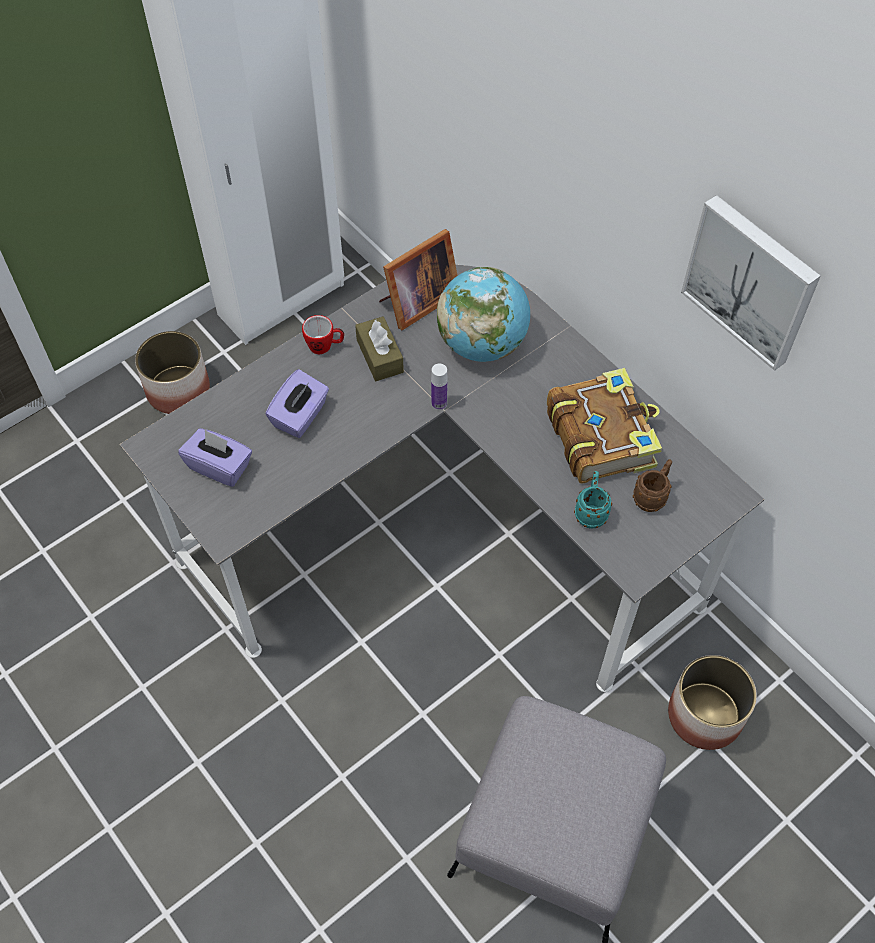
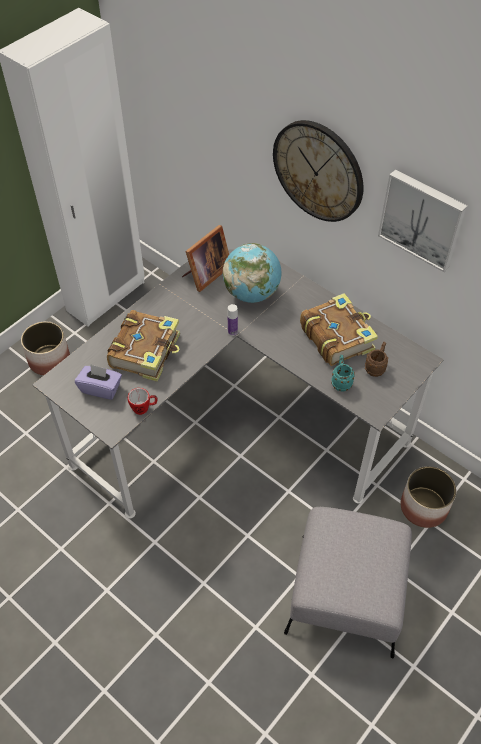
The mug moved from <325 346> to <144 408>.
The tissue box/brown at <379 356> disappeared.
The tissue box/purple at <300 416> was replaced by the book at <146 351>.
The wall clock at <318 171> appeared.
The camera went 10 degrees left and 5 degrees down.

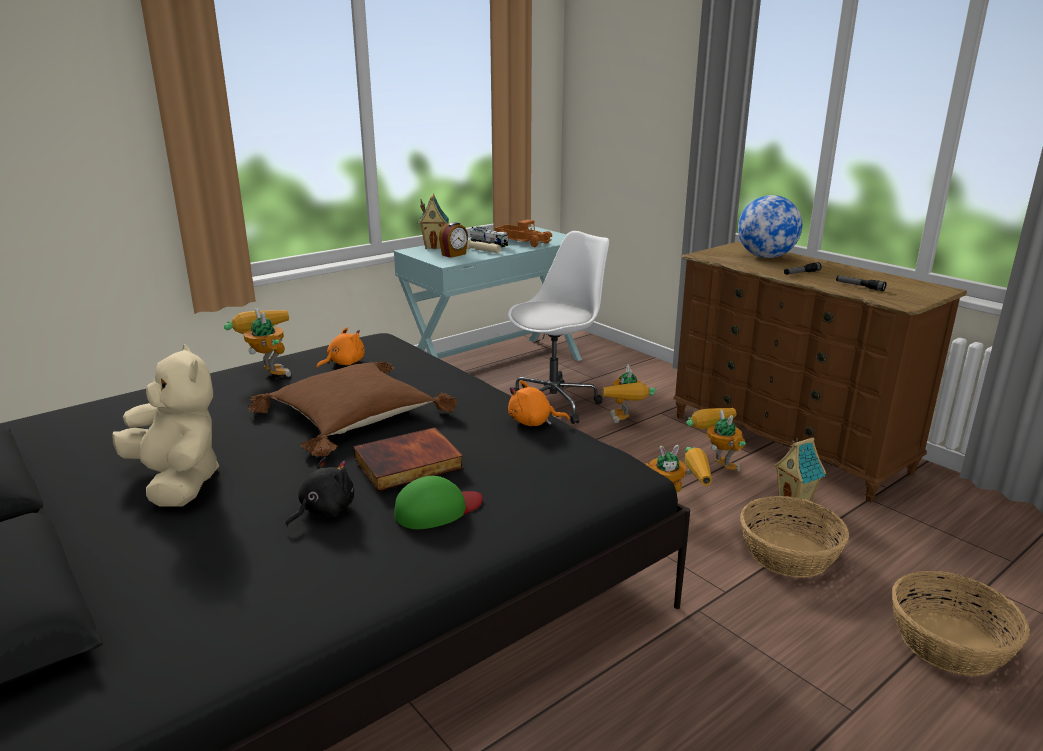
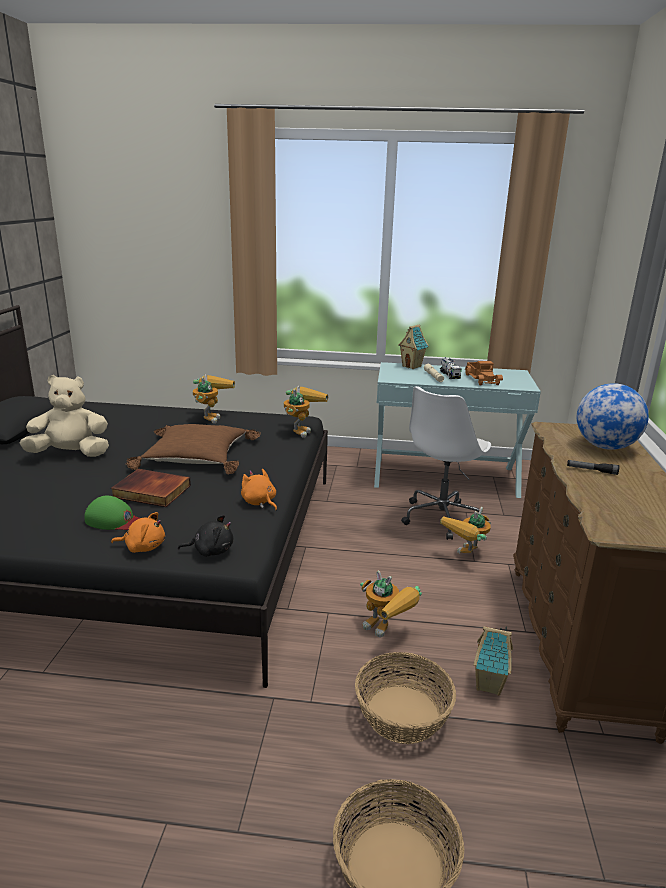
The alarm clock at <454 254> disappeared.
The office chair/white at <555 403> turned 120 degrees clockwise.
The flashlight at <859 286> disappeared.
The plush toy/orange moved from <344 363> to <143 547>.
The plush toy/beige at <178 482> turned 105 degrees counterclockwise.
The toy robot moved from <715 464> to <301 430>.
The plush toy/black moved from <324 511> to <211 550>.
The camera went 45 degrees right and 0 degrees up.

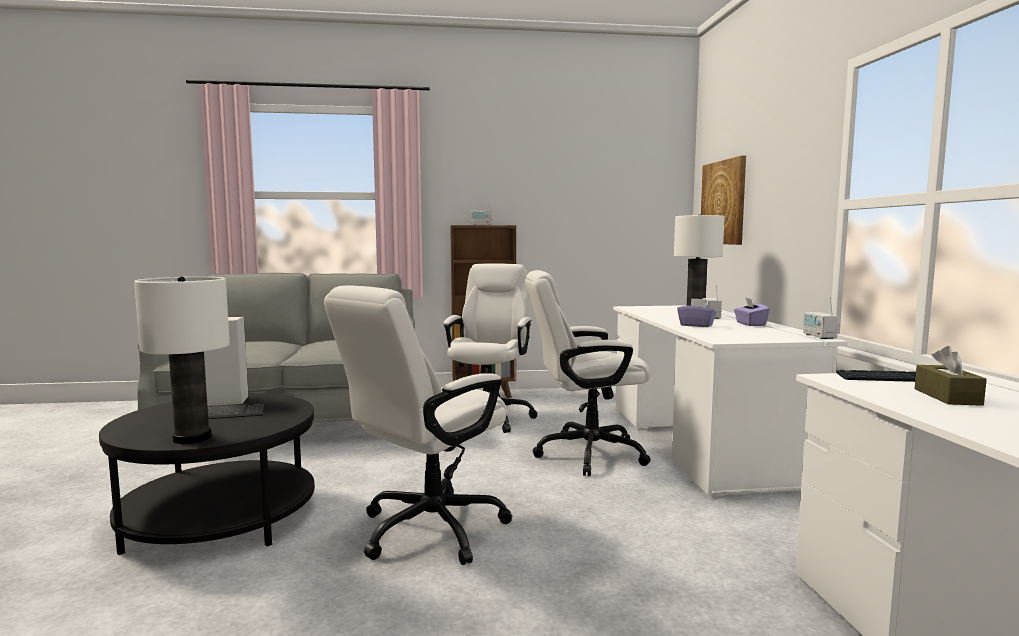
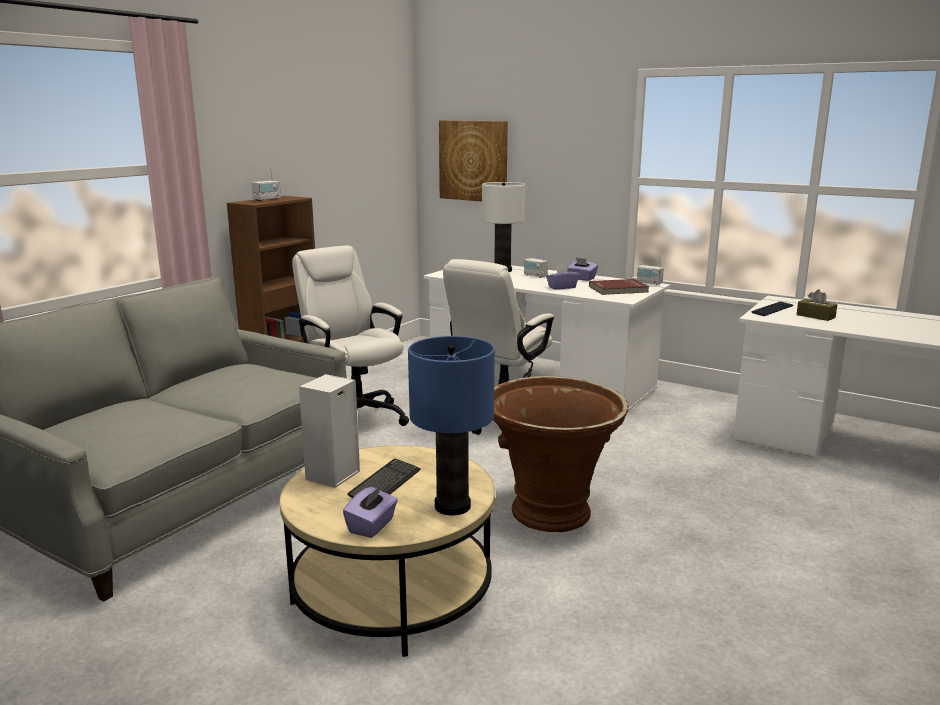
The table lamp/white at <192 438> became the table lamp/blue at <453 506>.
The office chair/white at <426 533> was replaced by the planter/brown at <552 513>.
The coffee table/black at <220 517> became the coffee table/beige at <392 590>.
The book/red at <618 289> appeared.
The tissue box/purple at <372 526> appeared.
The camera went 50 degrees left and 10 degrees up.

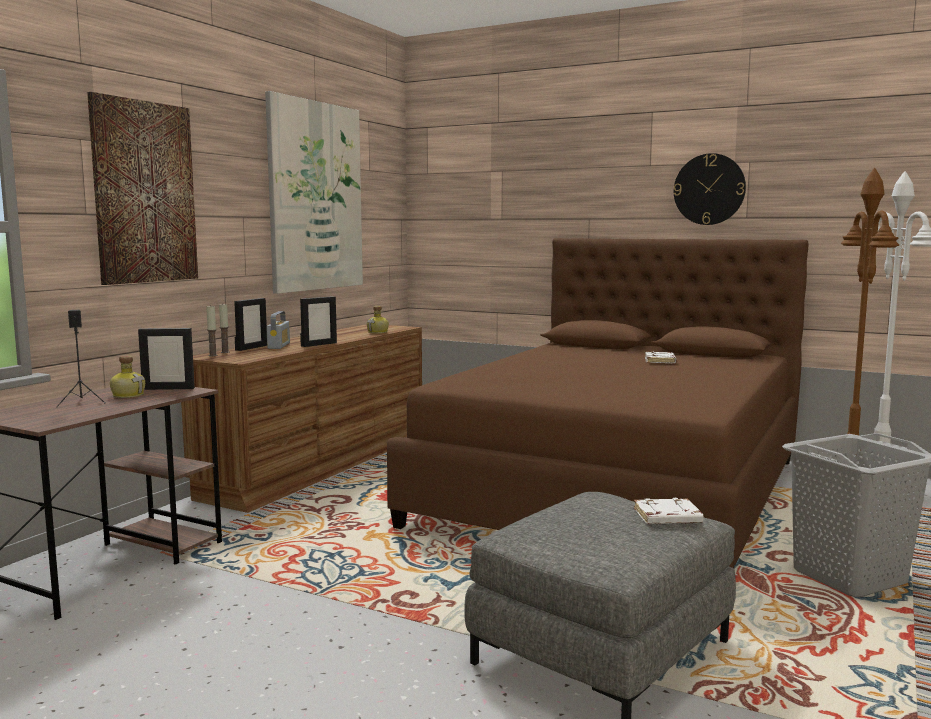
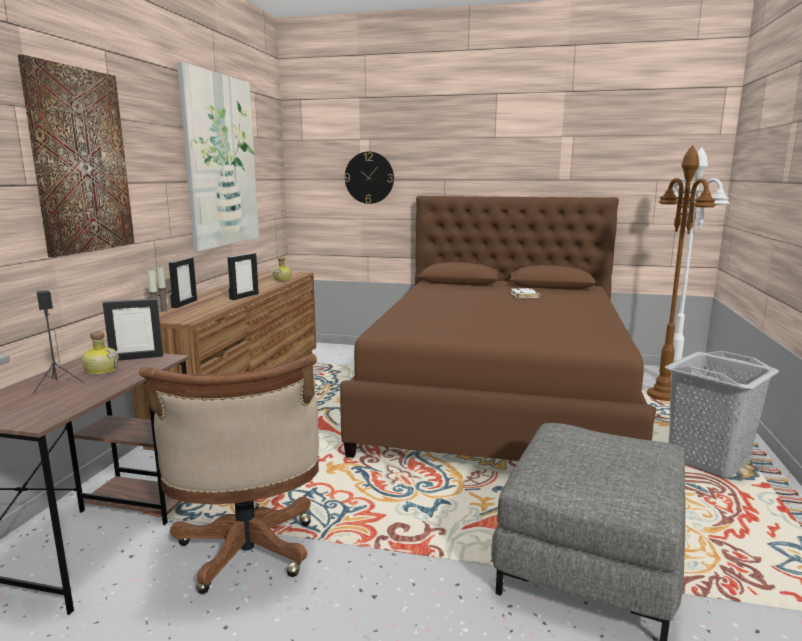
The wall clock moved from <709 189> to <369 177>.
The radio at <279 346> disappeared.
The book/white at <667 517> disappeared.
The office chair at <248 553> appeared.
The camera went 15 degrees left and 5 degrees up.

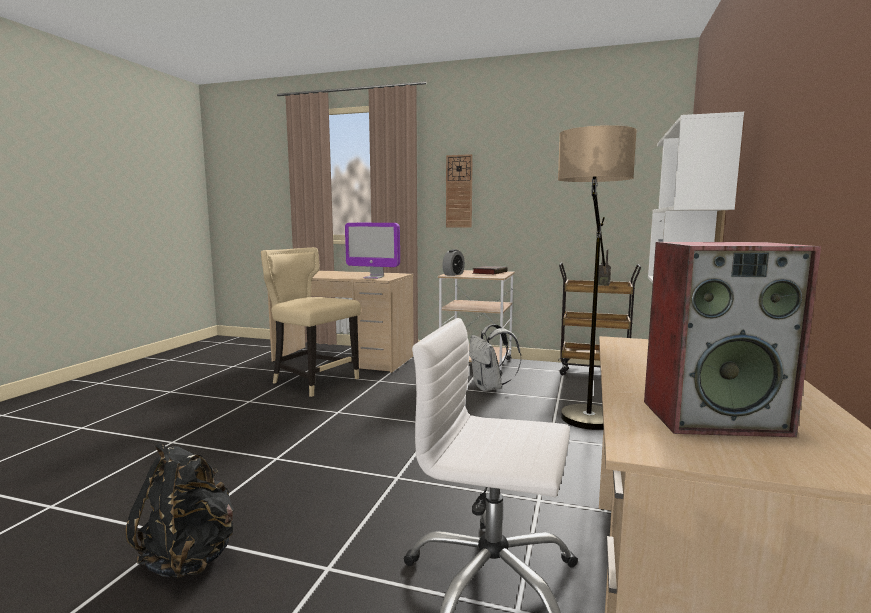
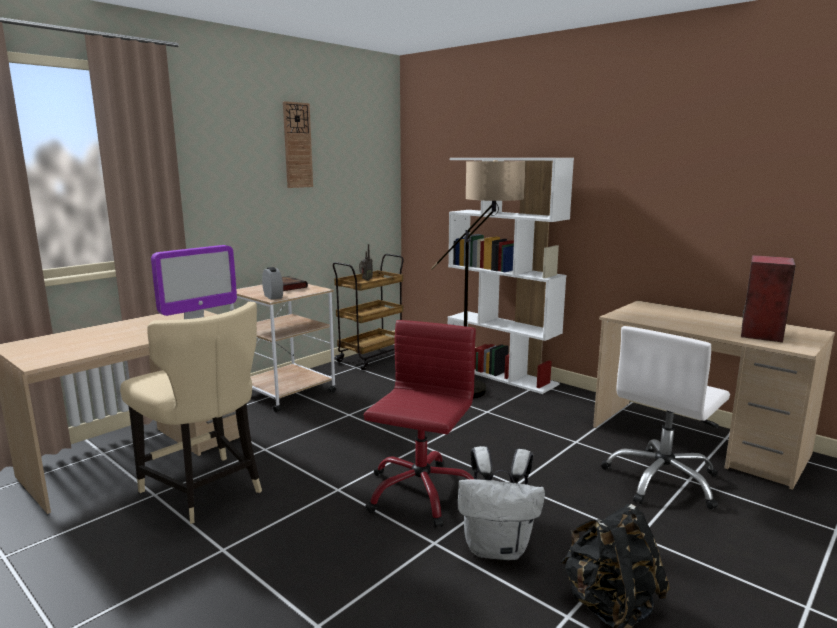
The wall clock moved from <459 191> to <297 145>.
The chair/beige at <313 381> turned 105 degrees counterclockwise.
The backpack/white moved from <490 388> to <498 548>.
The office chair/red at <420 492> appeared.
The camera went 65 degrees left and 5 degrees up.

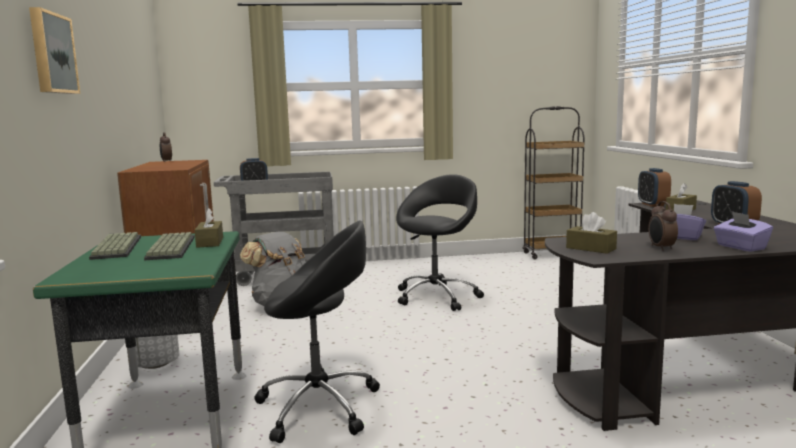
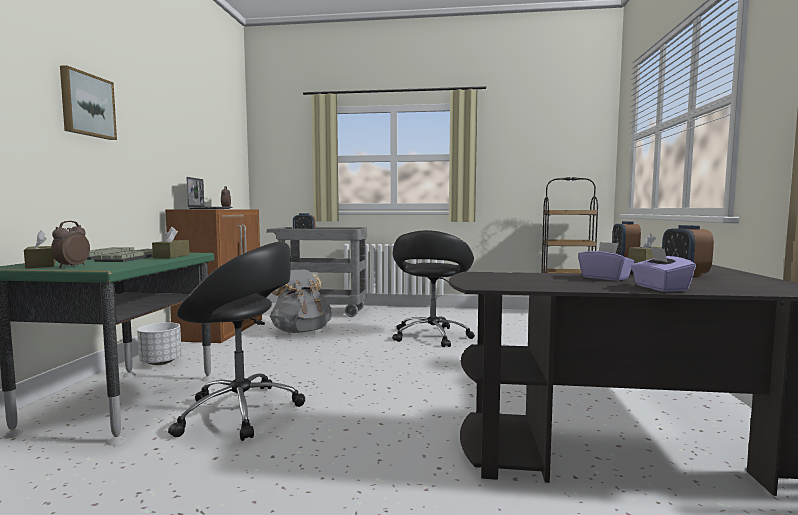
The office chair/black at <438 296> turned 135 degrees clockwise.
The alarm clock moved from <661 248> to <71 267>.
The tissue box/brown moved from <591 248> to <41 265>.
The laptop at <210 209> appeared.
The camera went 15 degrees right and 5 degrees down.

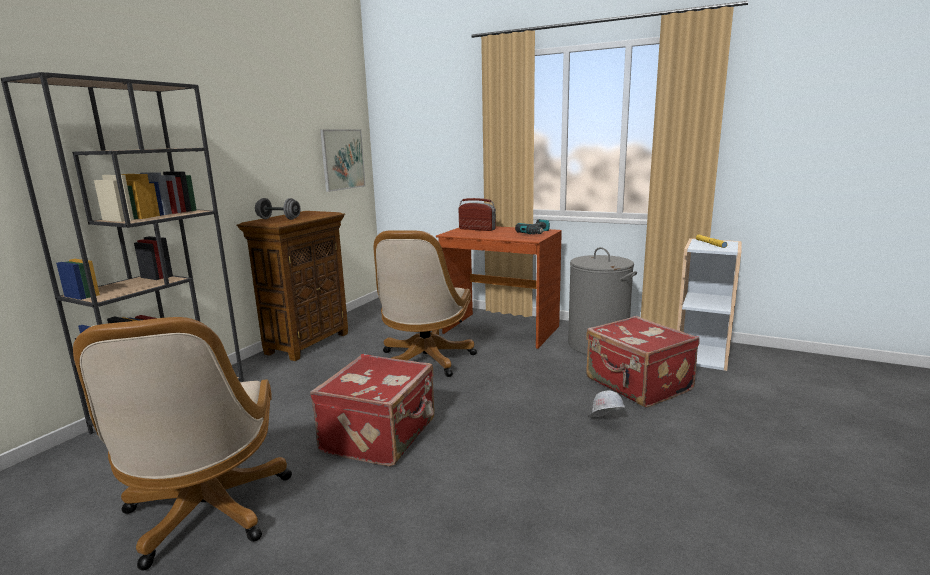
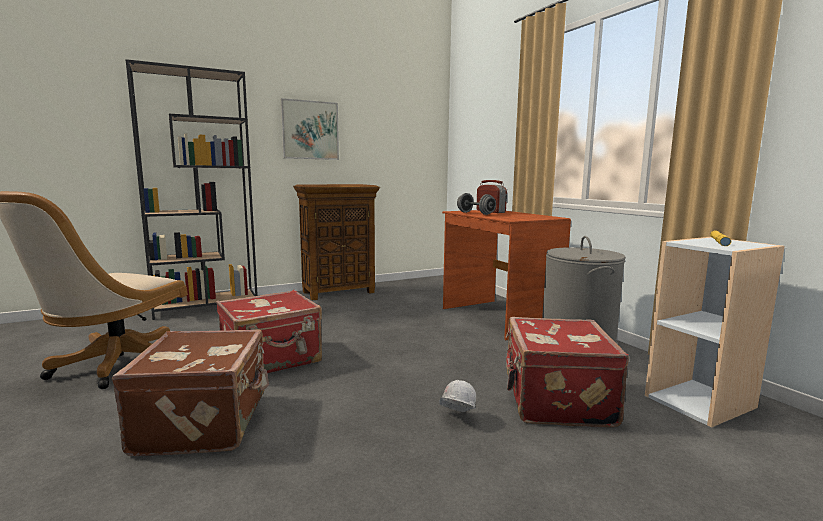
The picture moved from <342 159> to <310 130>.
The dumbbell/grey moved from <279 219> to <475 213>.
The power drill at <536 233> disappeared.
The office chair at <425 362> disappeared.
The suitcase/brown at <206 422> appeared.
The camera went 35 degrees right and 5 degrees down.

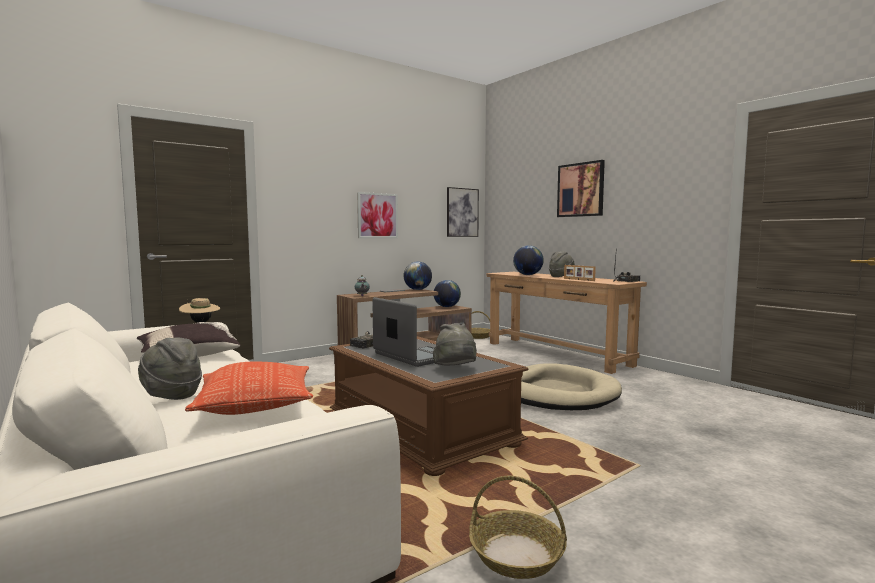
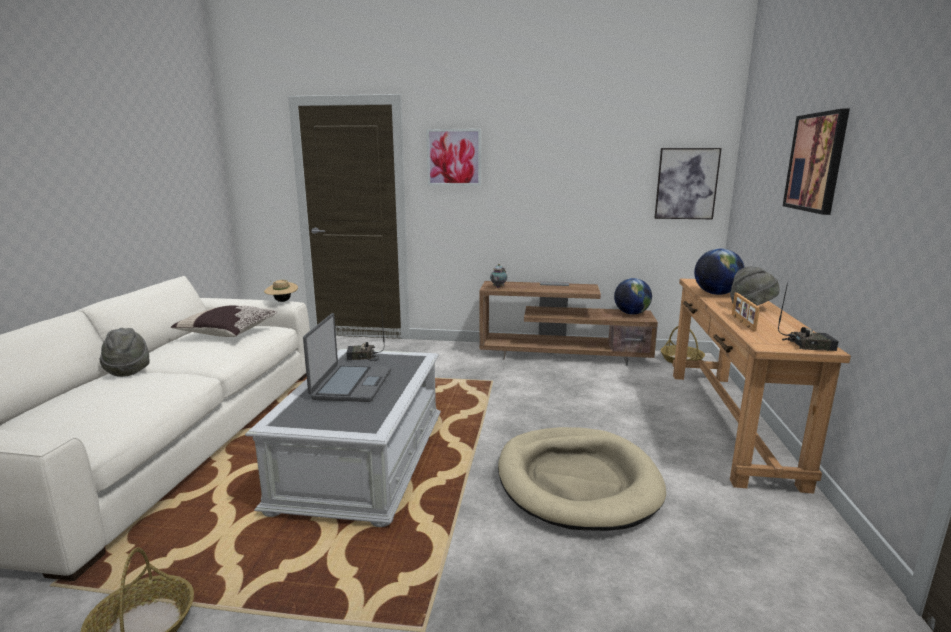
The picture moved from <377 215> to <454 157>.
The globe at <417 289> disappeared.
The hat/grey at <455 369> disappeared.
The coffee table/brown at <419 428> became the coffee table/white at <363 459>.
The pillow/orange at <255 405> disappeared.
The camera went 45 degrees right and 10 degrees up.

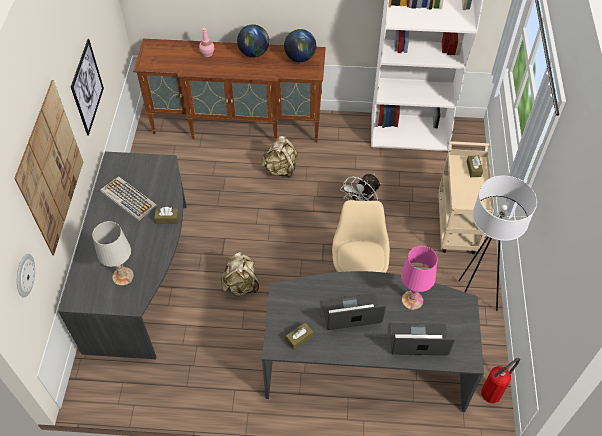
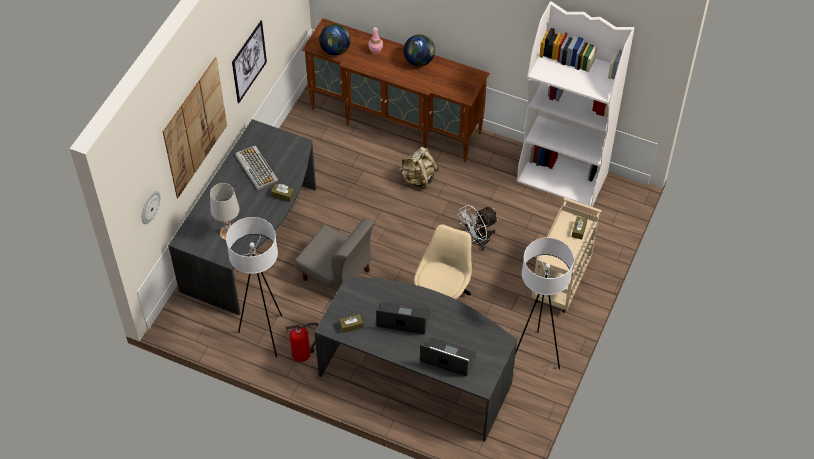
The globe moved from <300 57> to <335 50>.
The table lamp/pink at <412 300> disappeared.
The backpack/beige at <241 285> was replaced by the chair/grey at <336 275>.
The fire extinguisher moved from <492 392> to <303 353>.
The floor lamp/white at <265 335> appeared.
The camera went 20 degrees right and 0 degrees up.

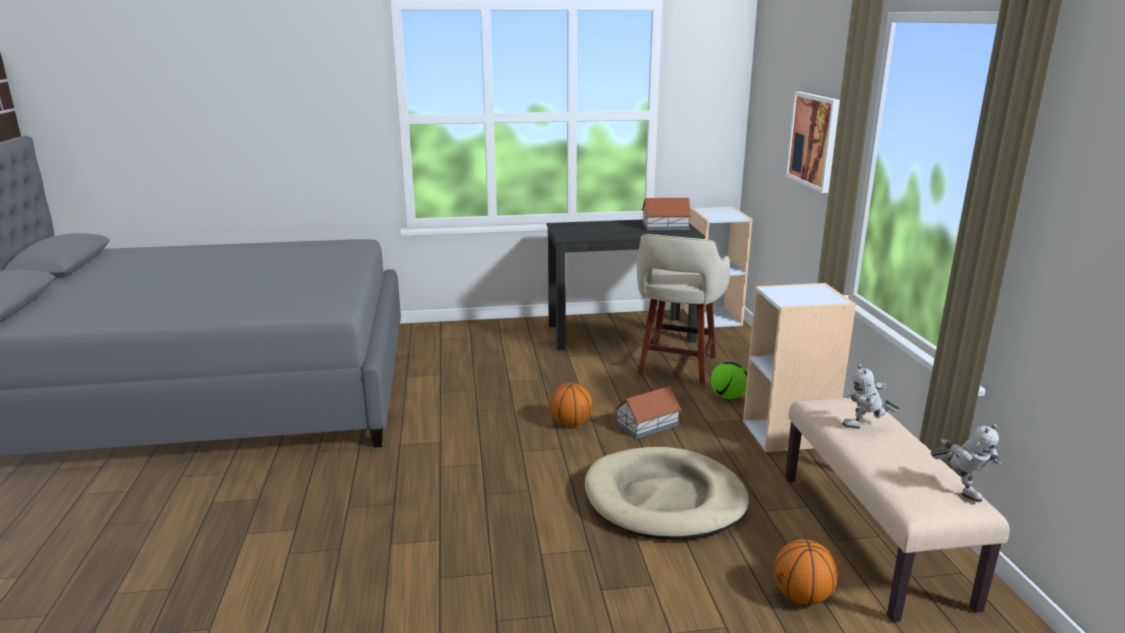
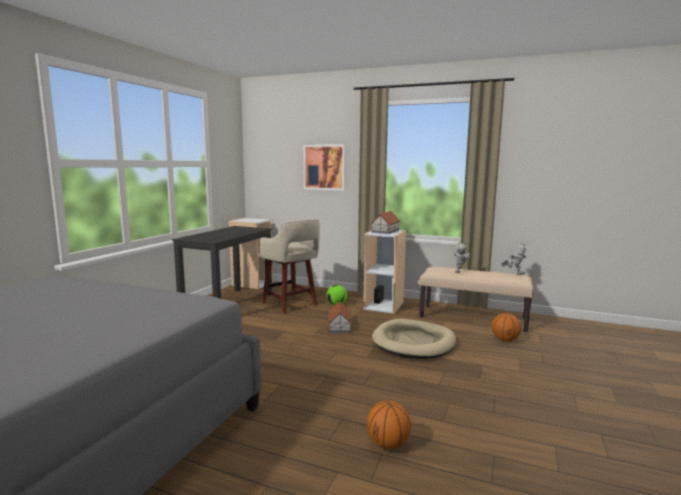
The toy house moved from <666 226> to <385 231>.
The basketball moved from <571 423> to <387 444>.
The camera went 60 degrees left and 10 degrees down.

